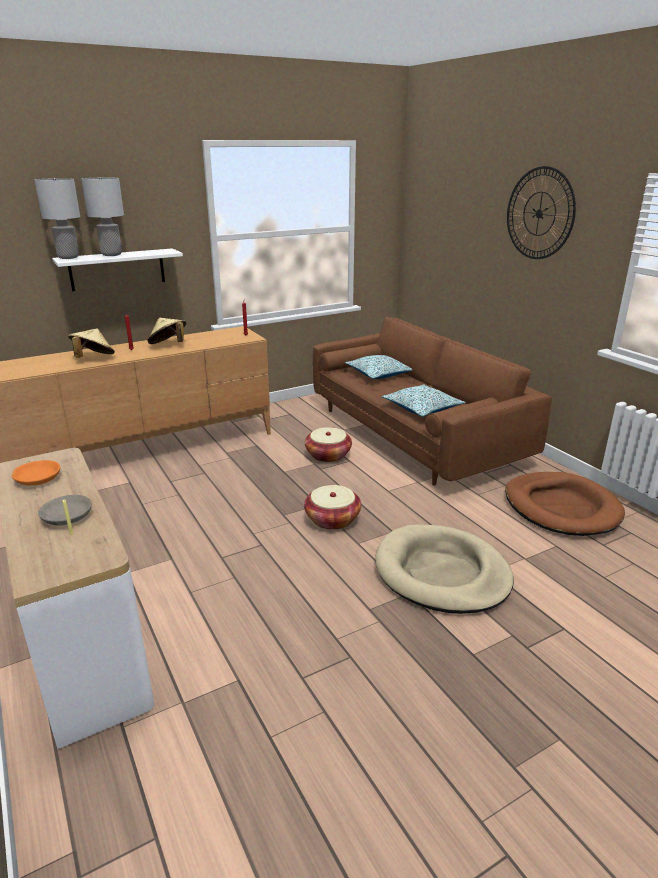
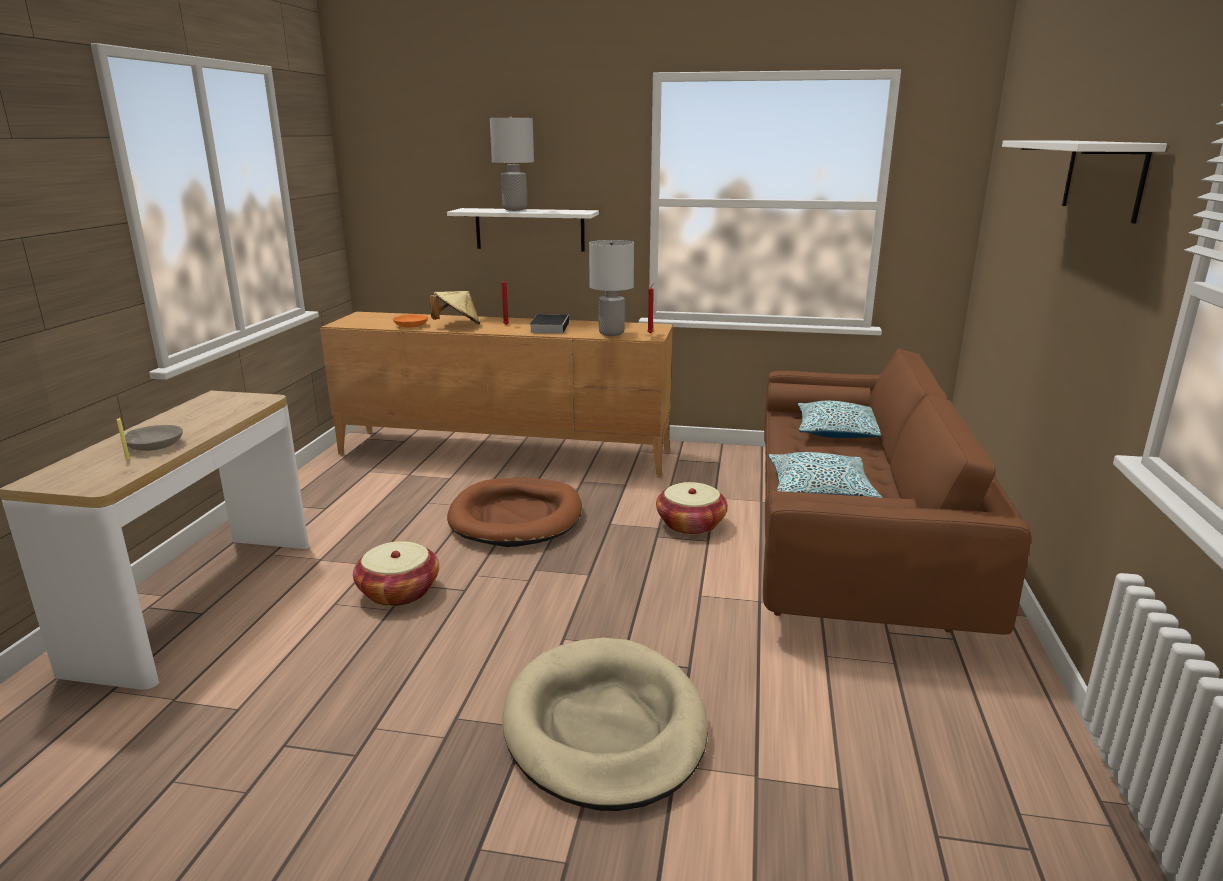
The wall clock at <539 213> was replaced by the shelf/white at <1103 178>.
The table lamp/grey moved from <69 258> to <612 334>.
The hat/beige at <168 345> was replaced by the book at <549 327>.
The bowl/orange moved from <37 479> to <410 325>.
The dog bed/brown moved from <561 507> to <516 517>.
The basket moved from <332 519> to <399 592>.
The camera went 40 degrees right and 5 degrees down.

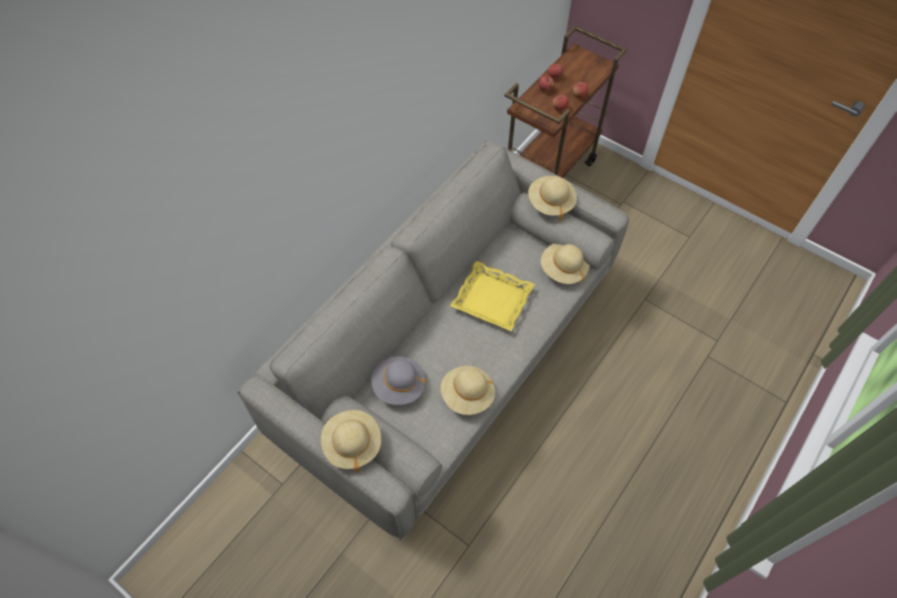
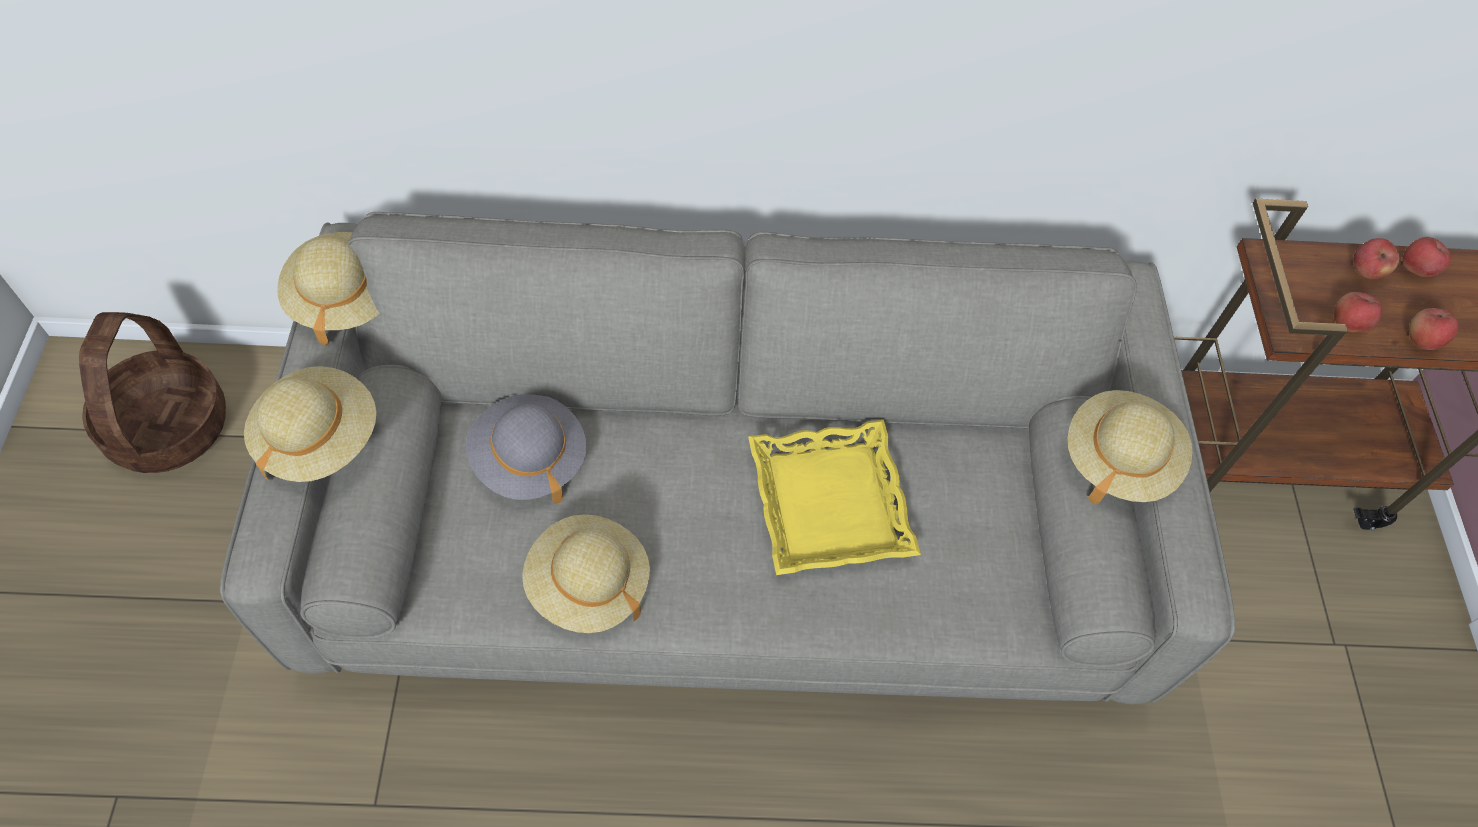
The hat/beige moved from <563 269> to <345 298>.
The basket at <167 426> appeared.
The camera went 50 degrees right and 0 degrees up.

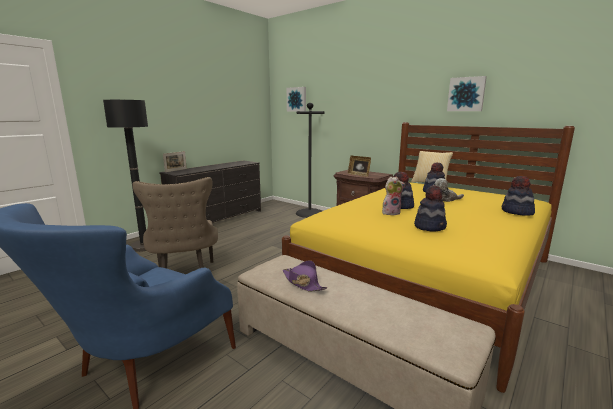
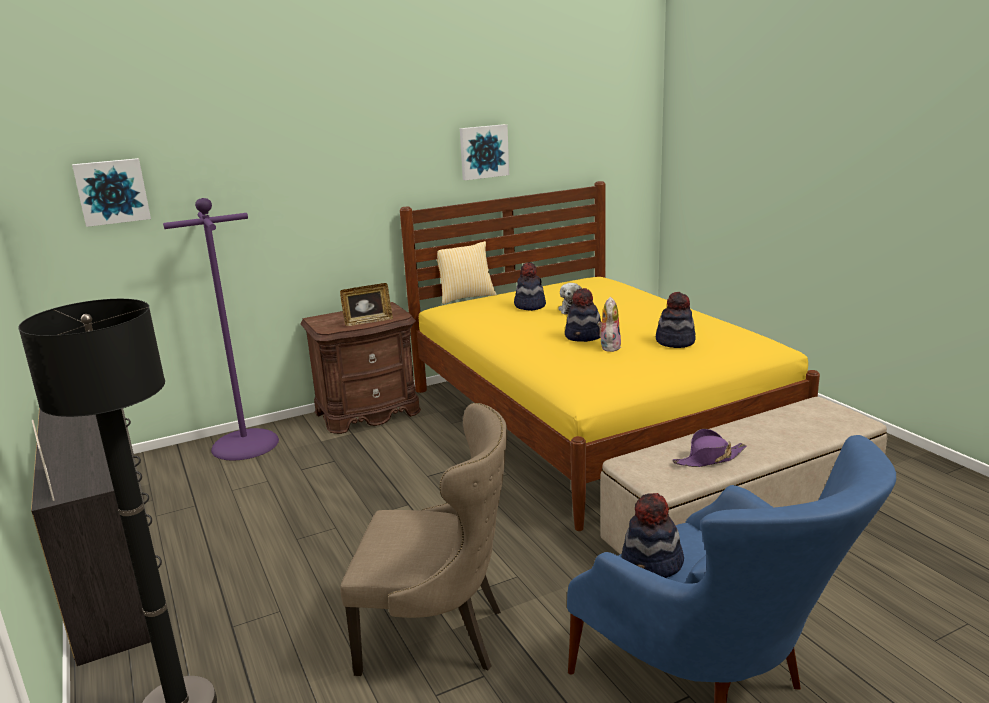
The clothes rack/black at <309 213> became the clothes rack/purple at <245 444>.
The hat moved from <517 212> to <652 564>.
The camera went 65 degrees left and 5 degrees up.

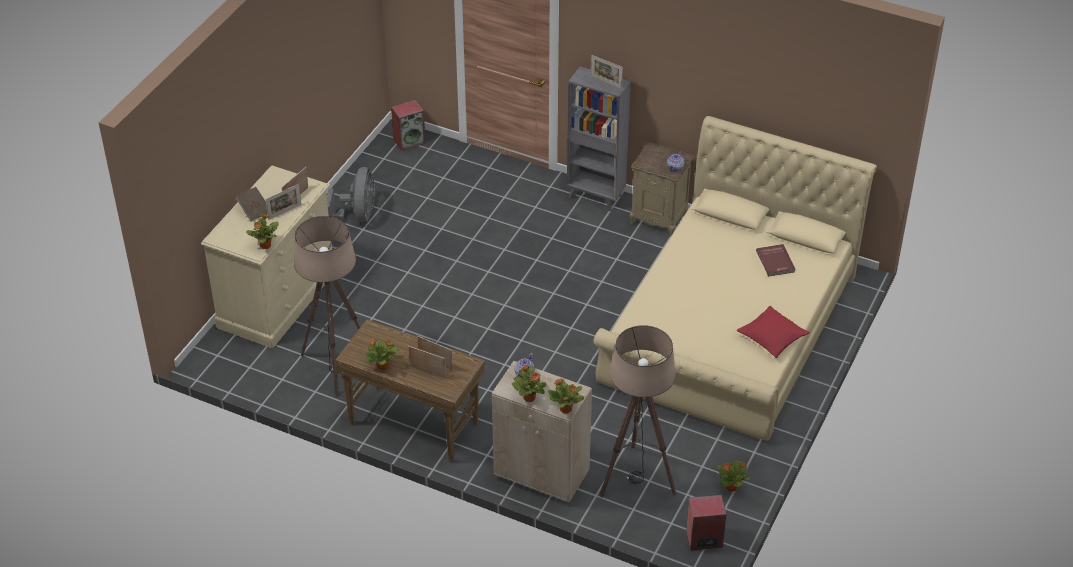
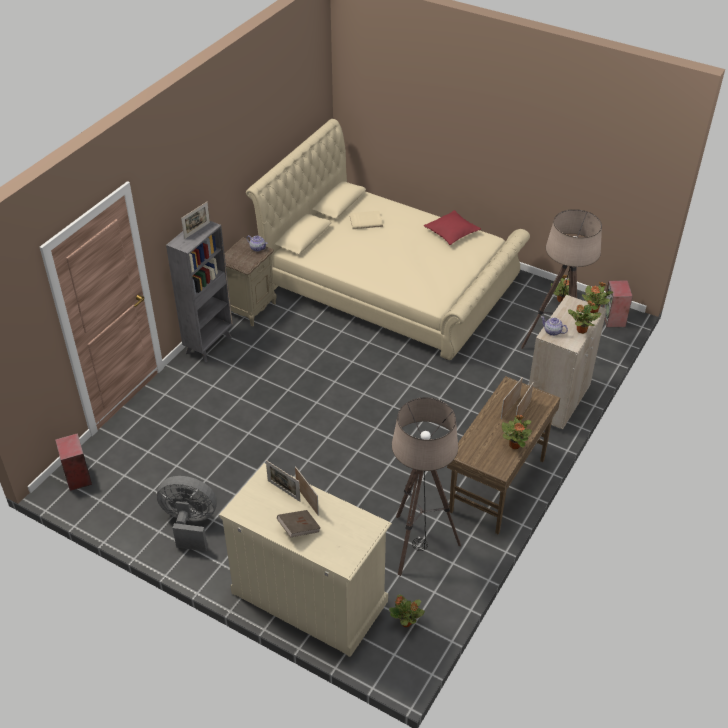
The potted plant moved from <265 246> to <406 622>.
The book/red at <776 261> became the book/beige at <365 221>.
The camera went 85 degrees left and 0 degrees up.

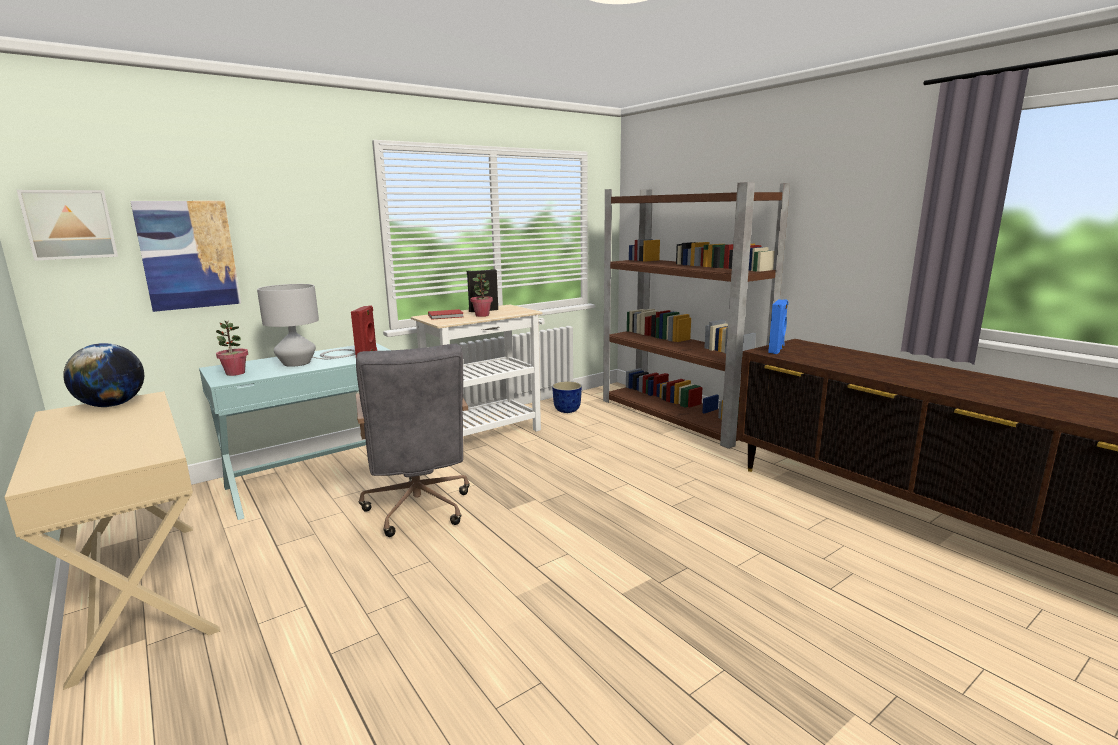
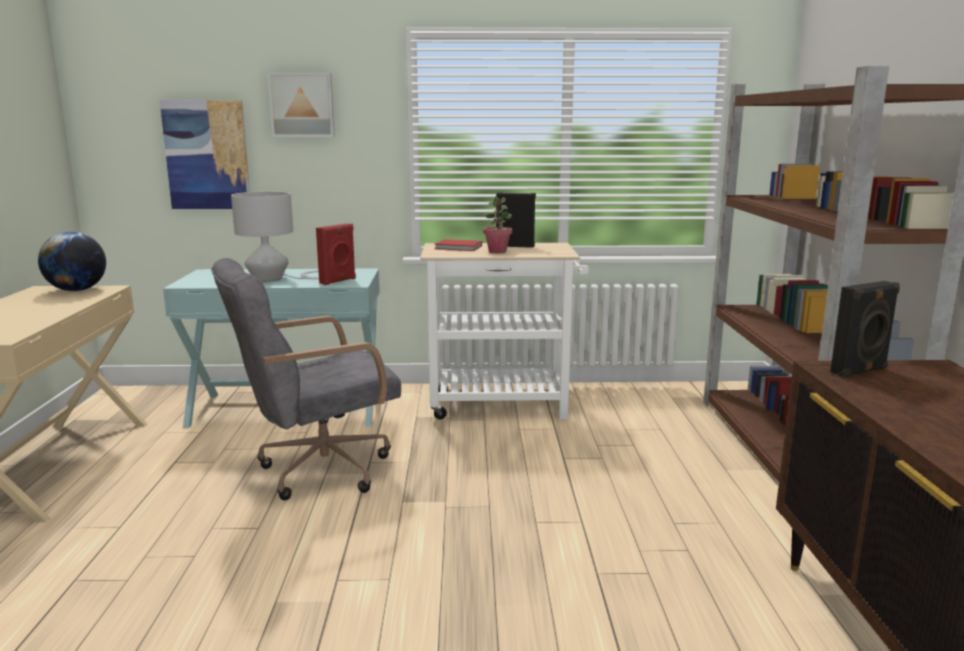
The picture moved from <70 224> to <302 105>.
The speaker/blue at <777 350> became the speaker/black at <860 371>.
The potted plant at <235 373> disappeared.
The office chair/grey at <419 512> turned 45 degrees clockwise.
The planter at <566 410> disappeared.
The camera went 35 degrees right and 0 degrees up.

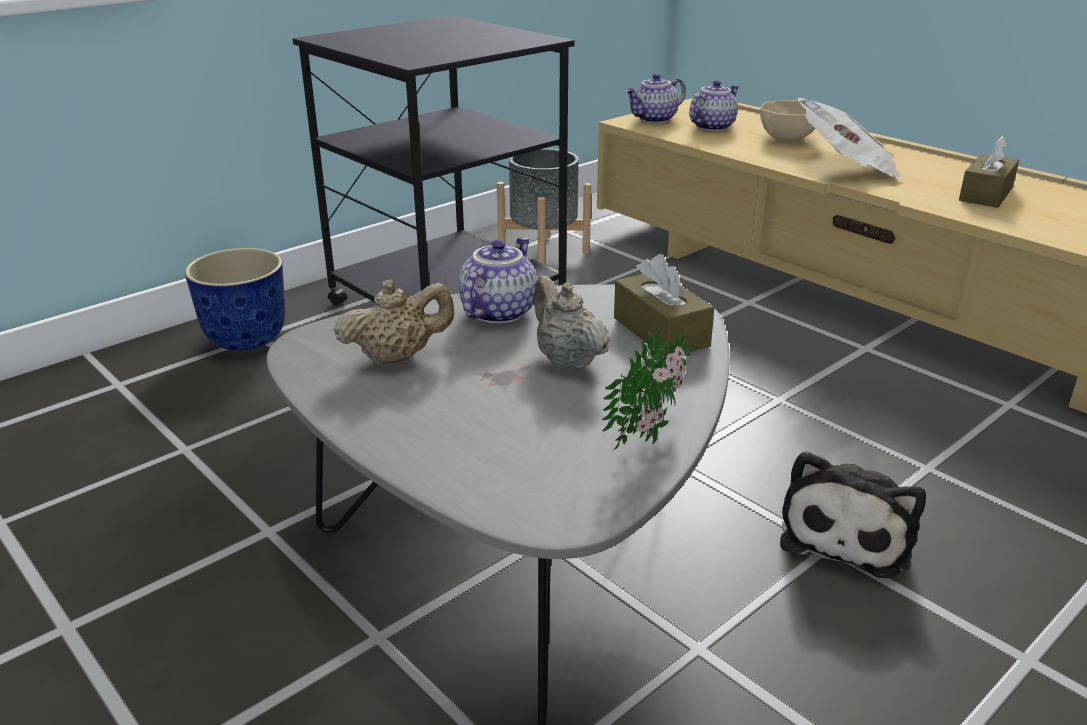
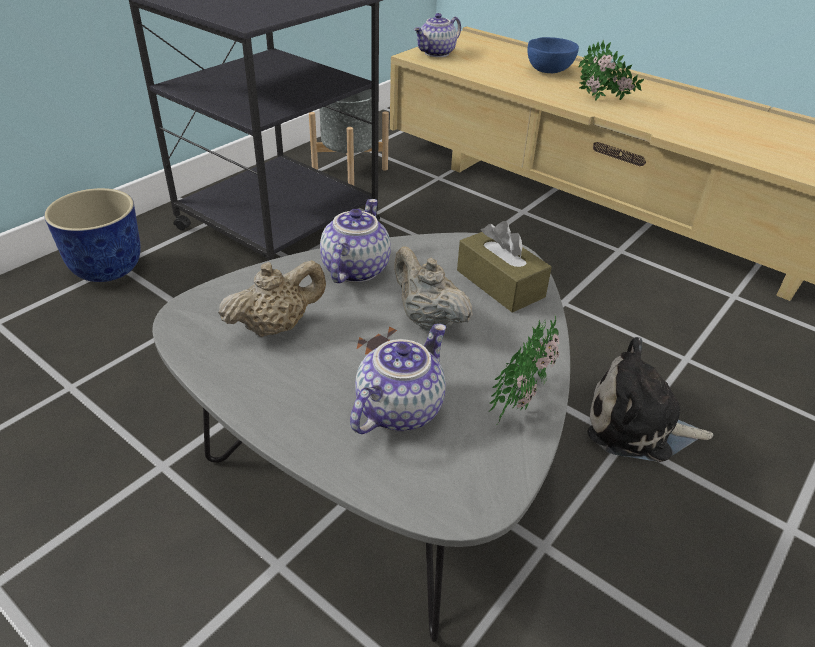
The teapot moved from <711 127> to <398 408>.
The newspaper at <847 168> was replaced by the potted plant at <603 101>.
The bowl/beige at <787 138> became the bowl/blue at <548 71>.
The tissue box/brown at <985 194> disappeared.
The plush toy at <847 534> turned 90 degrees clockwise.
The camera went 10 degrees left and 10 degrees up.

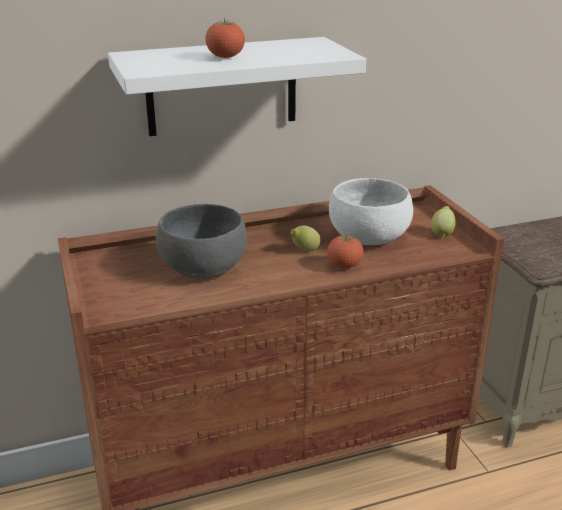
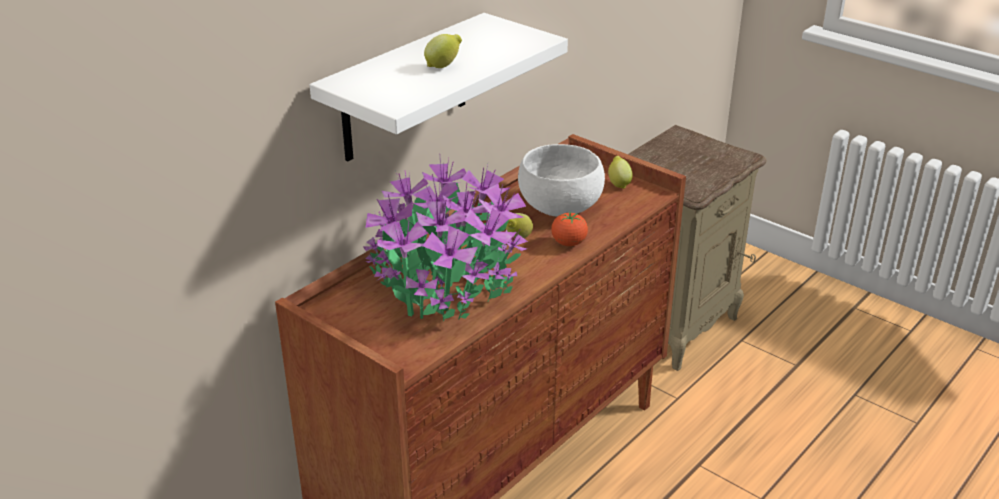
The tomato at <225 57> was replaced by the lemon at <443 66>.
The bowl/grey at <202 268> was replaced by the potted plant at <443 286>.
The camera went 30 degrees left and 5 degrees up.

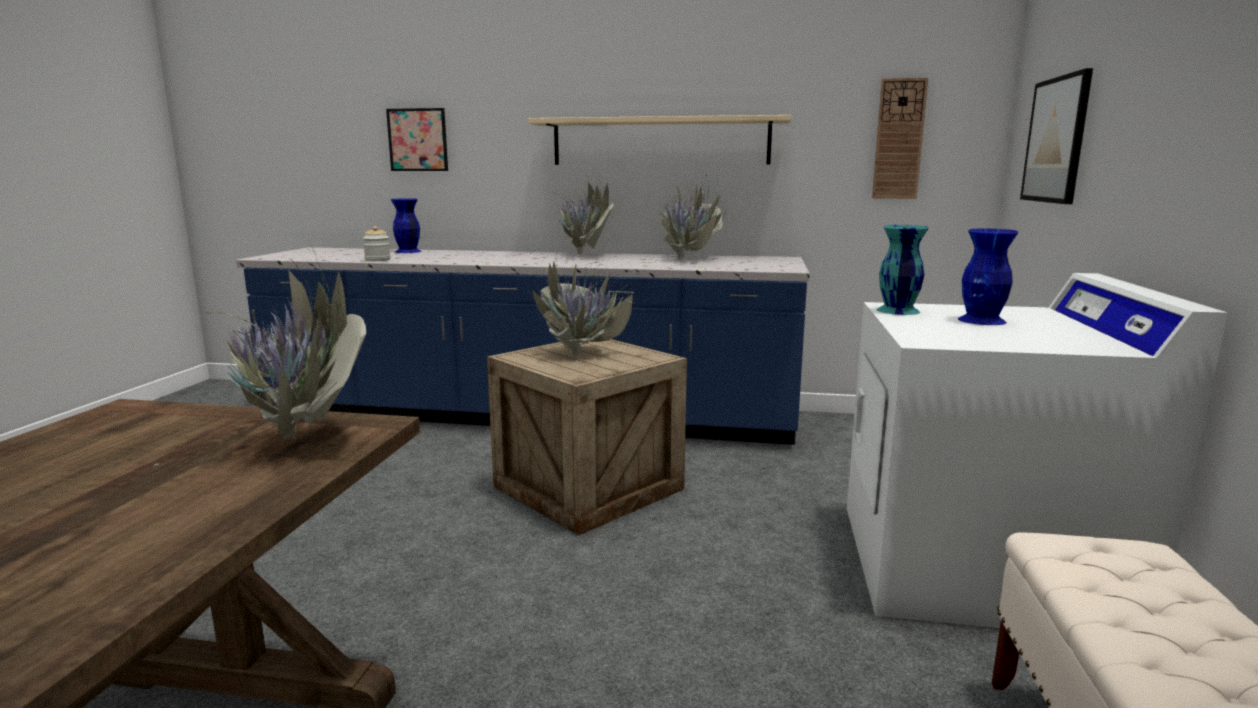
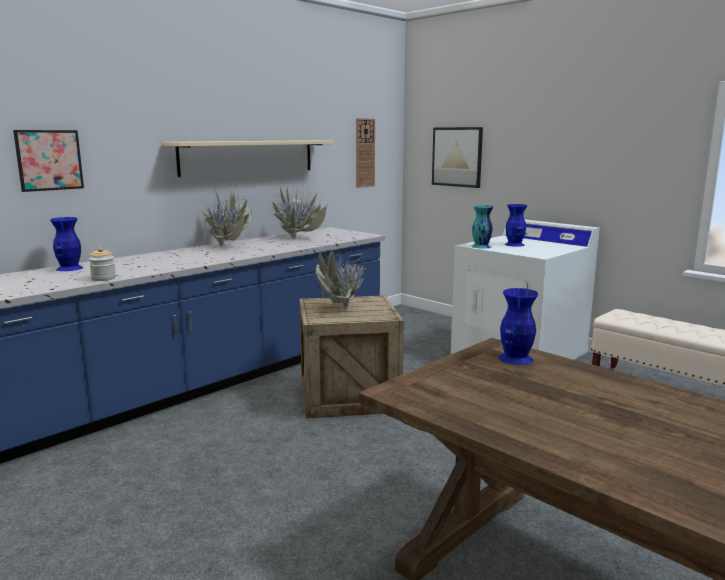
The potted plant at <302 445> was replaced by the vase/blue at <516 358>.
The camera went 55 degrees left and 0 degrees up.

